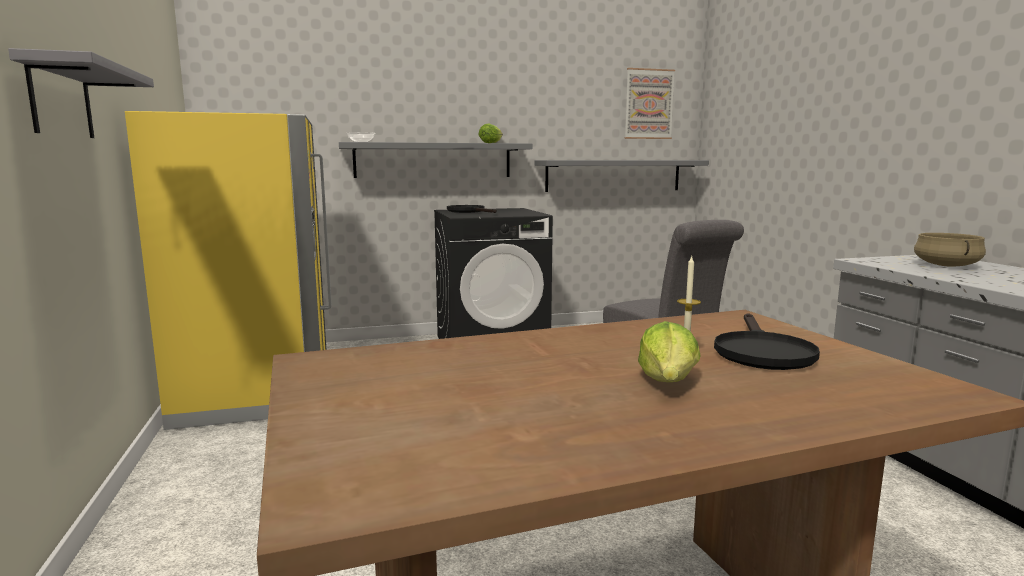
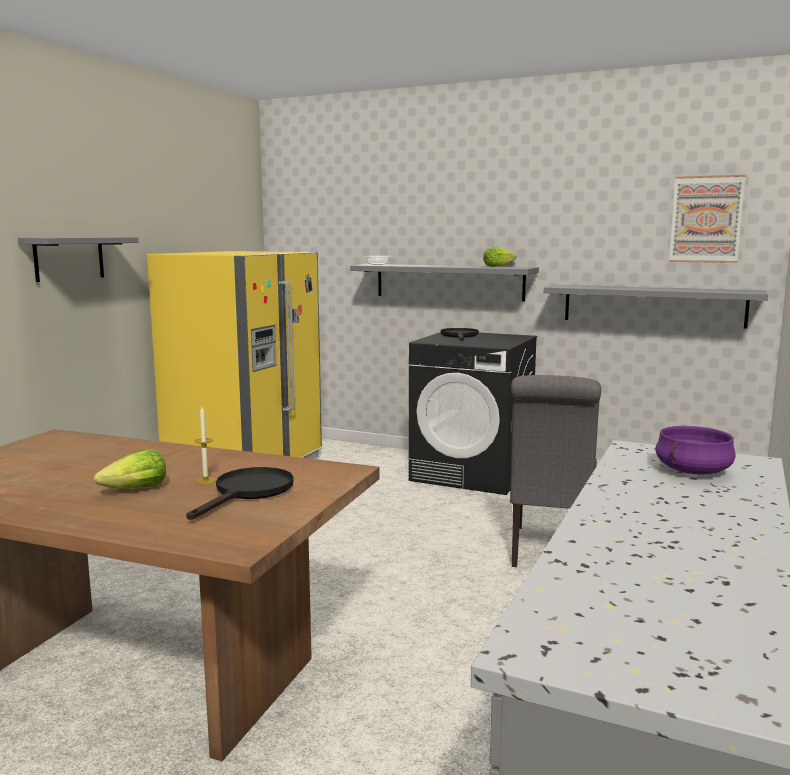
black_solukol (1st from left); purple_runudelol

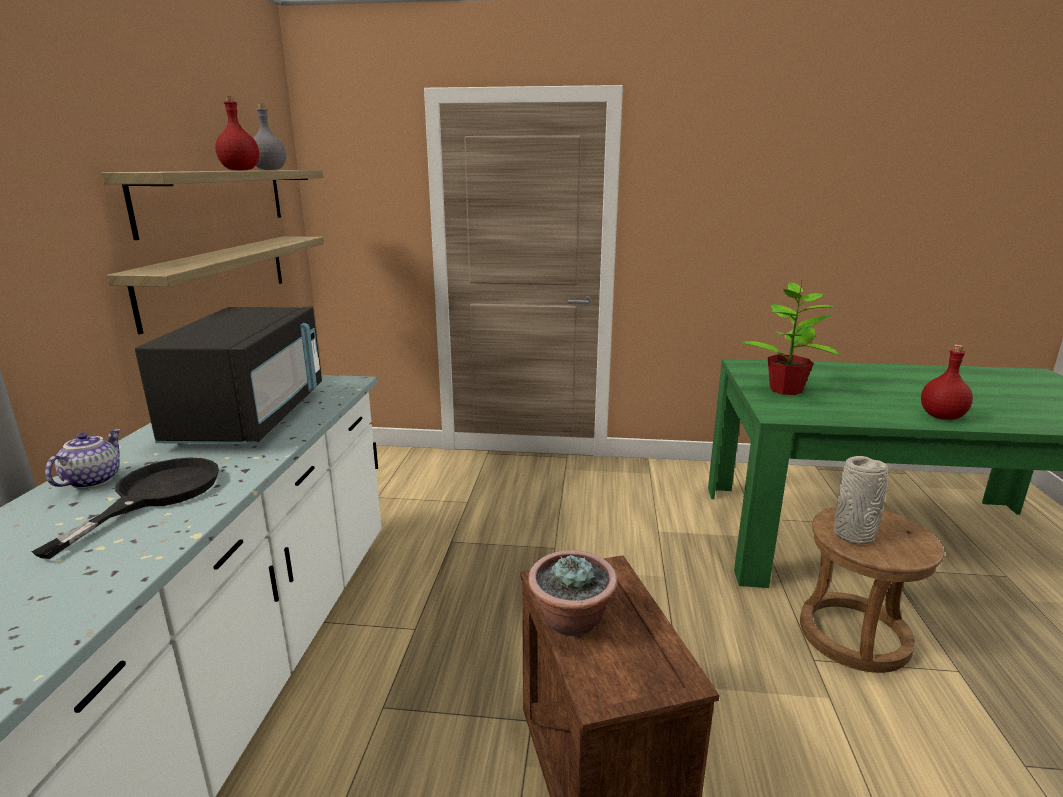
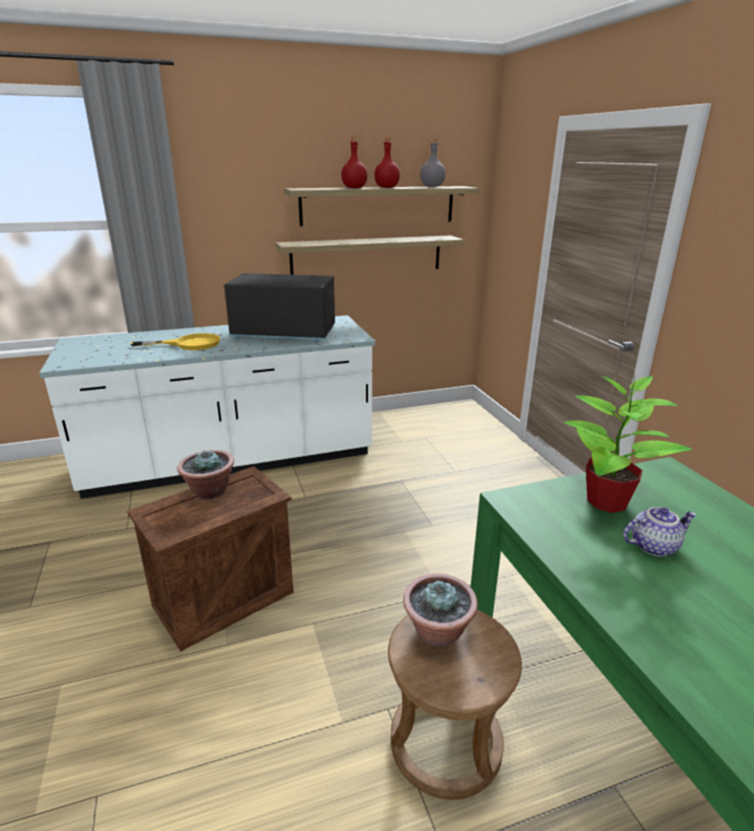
yellow_solukol; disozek; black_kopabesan; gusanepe (2nd from left); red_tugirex (1st from left)

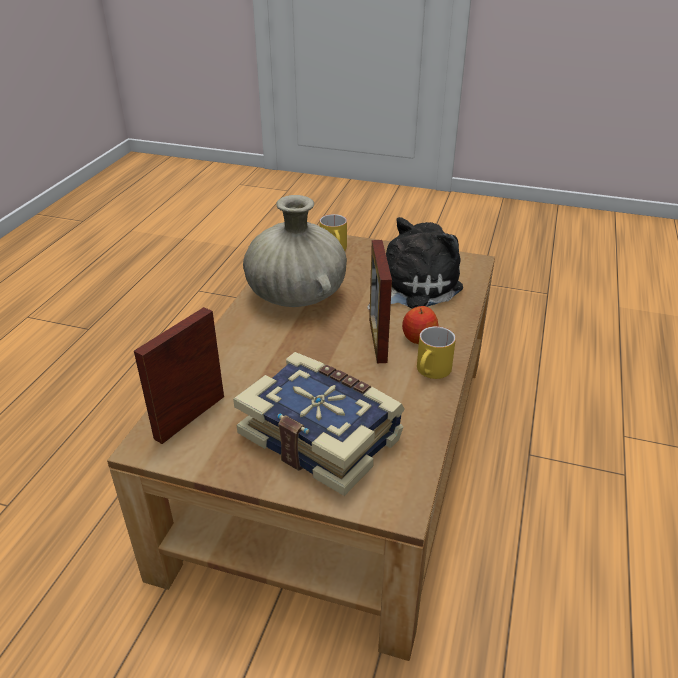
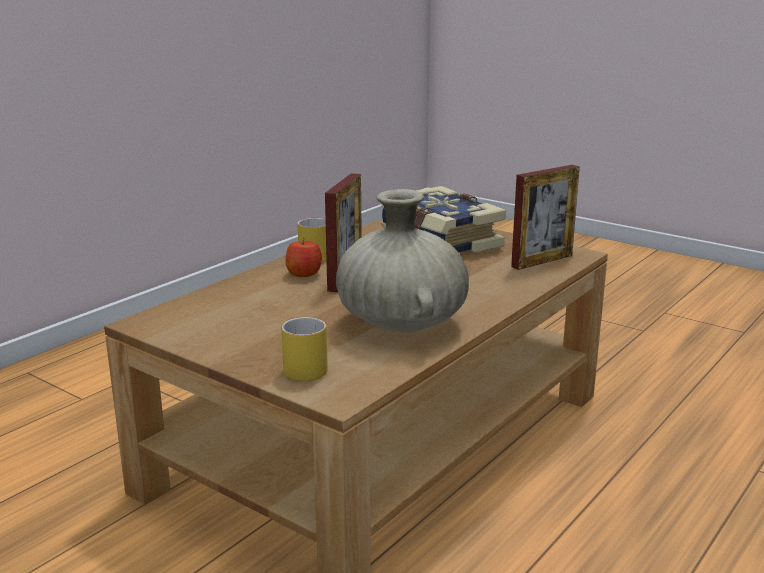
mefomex

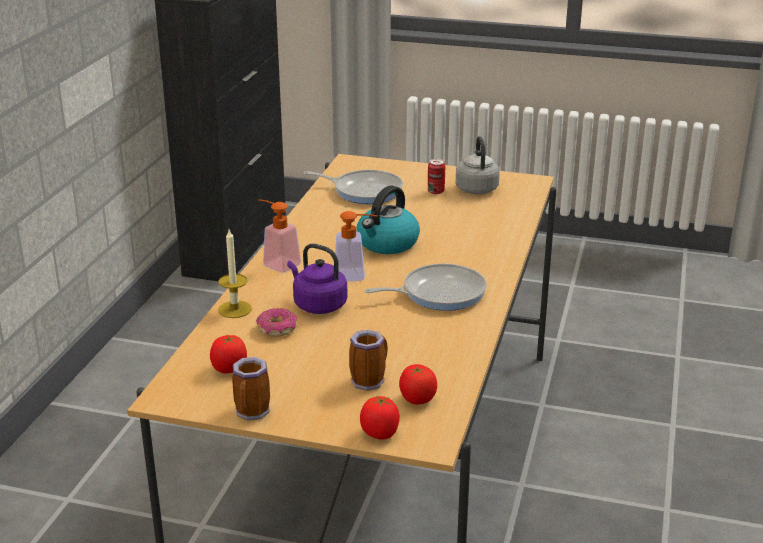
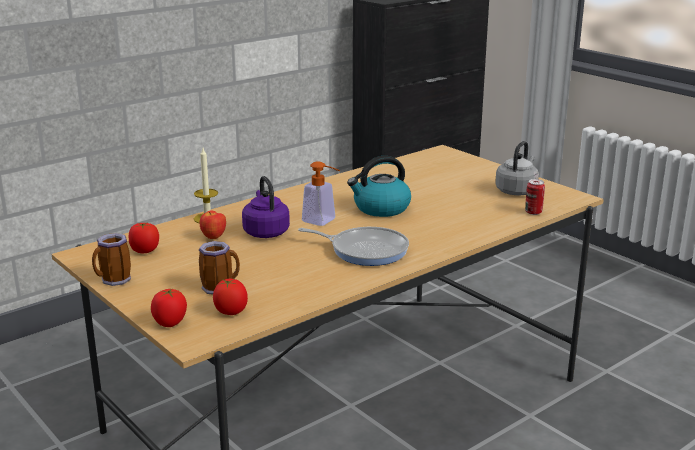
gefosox; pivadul (1st from left in the first image); solukol (1st from left in the first image); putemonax

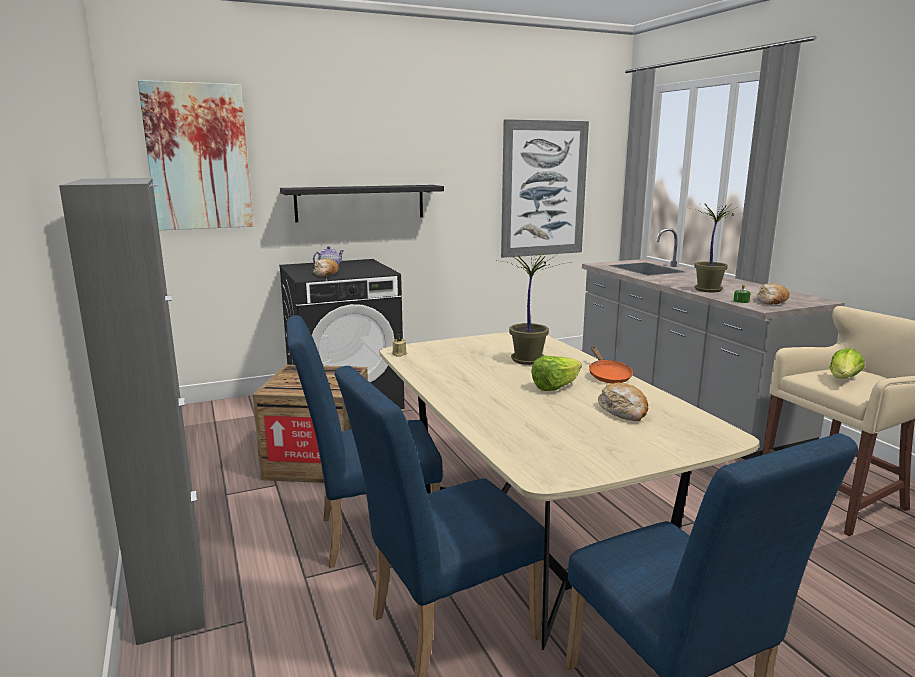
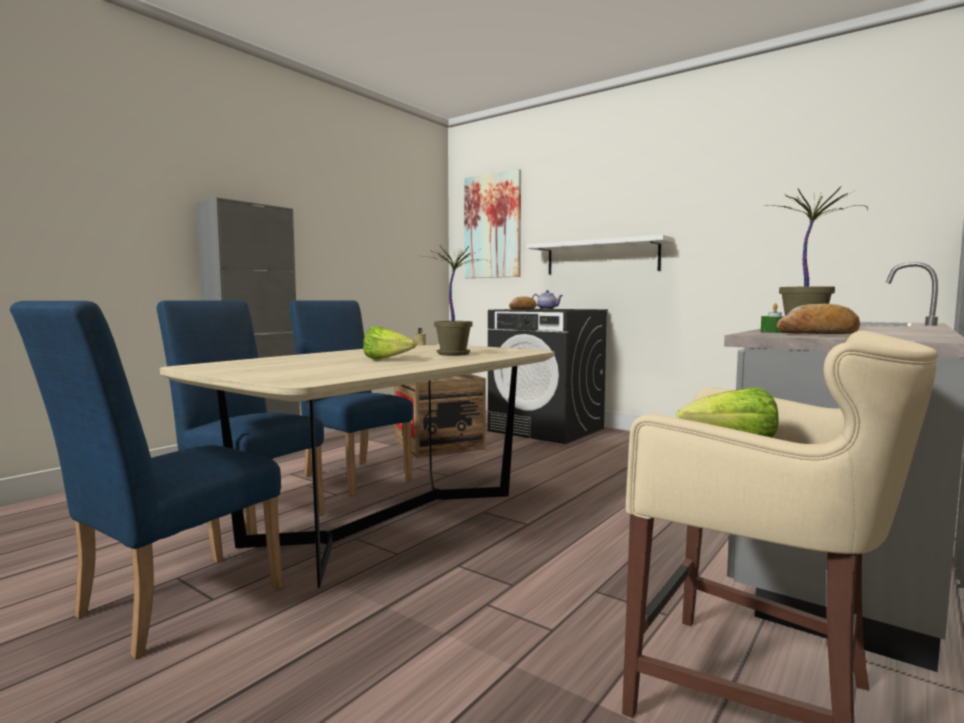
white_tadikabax; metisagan (2nd from left in the first image); orange_solukol; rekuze (2nd from left in the first image)

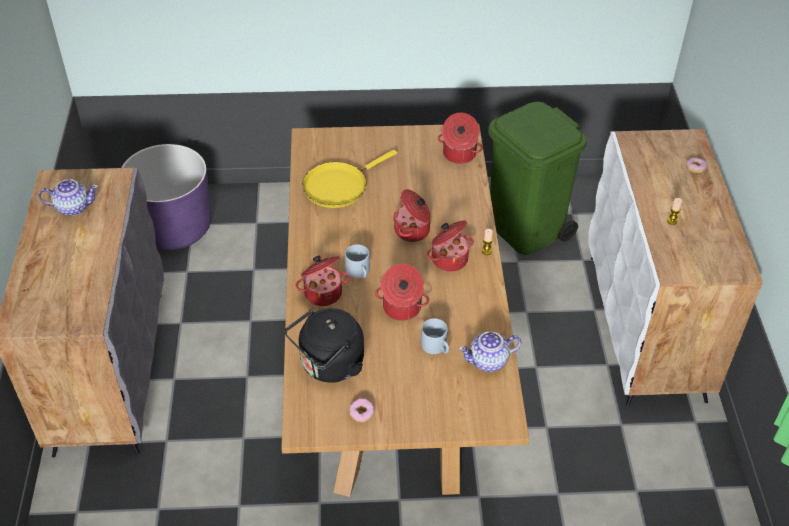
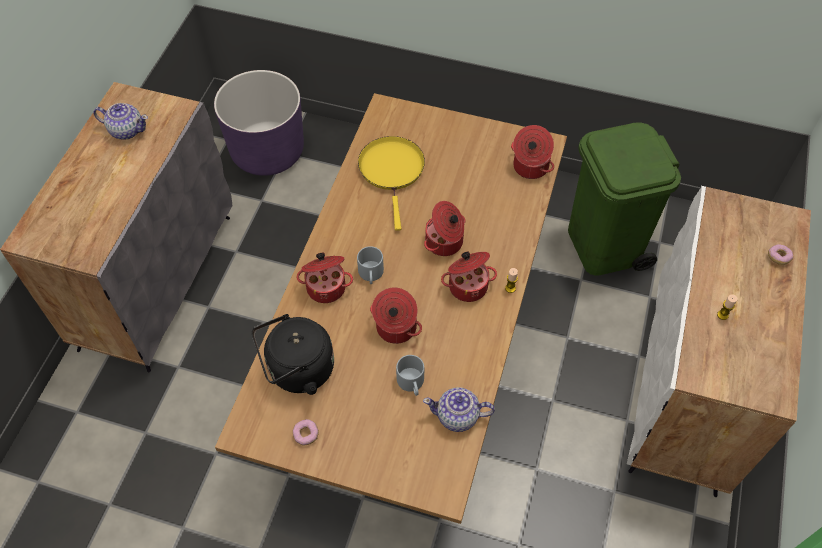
yellow_solukol

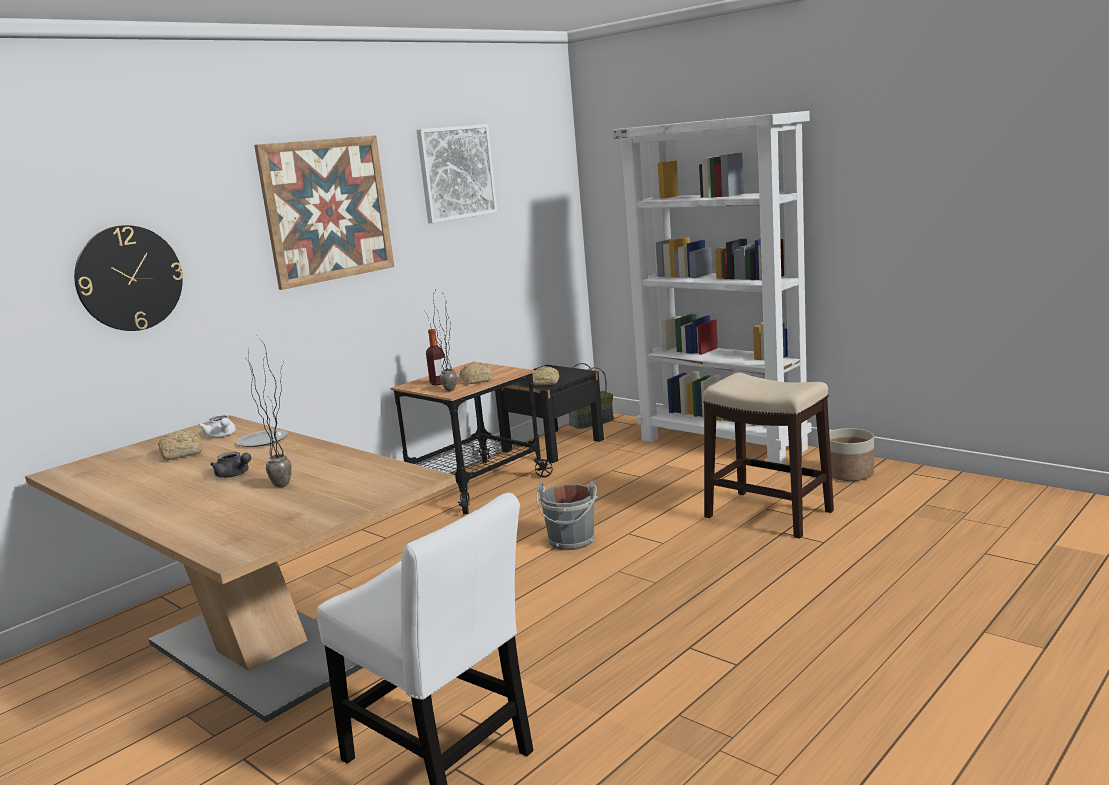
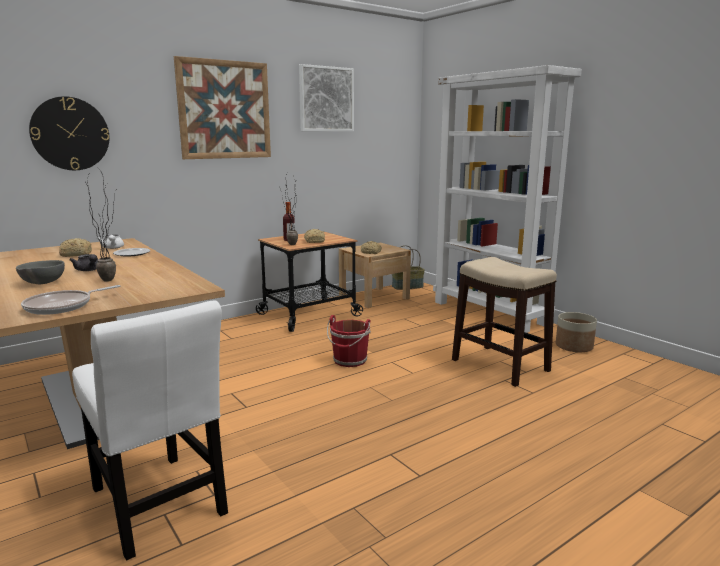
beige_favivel; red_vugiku; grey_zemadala; solukol

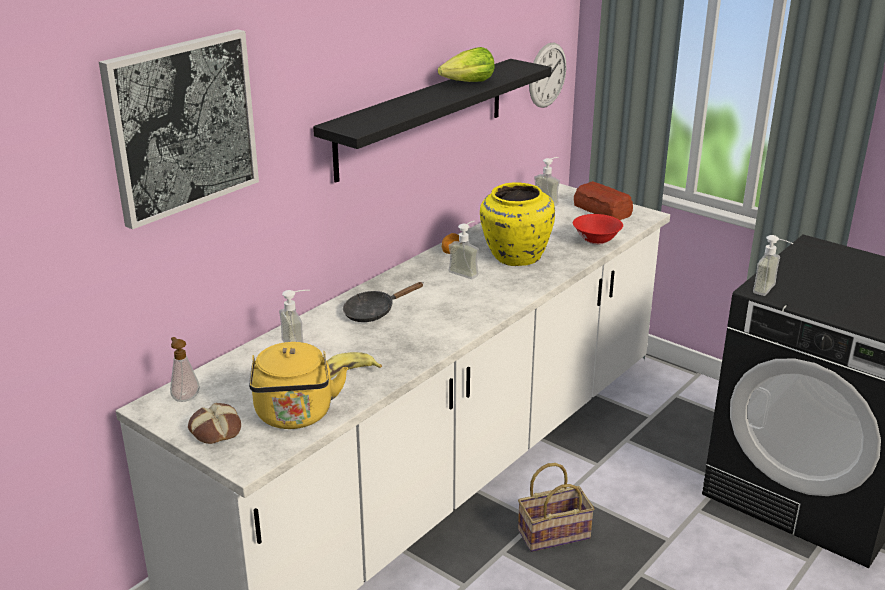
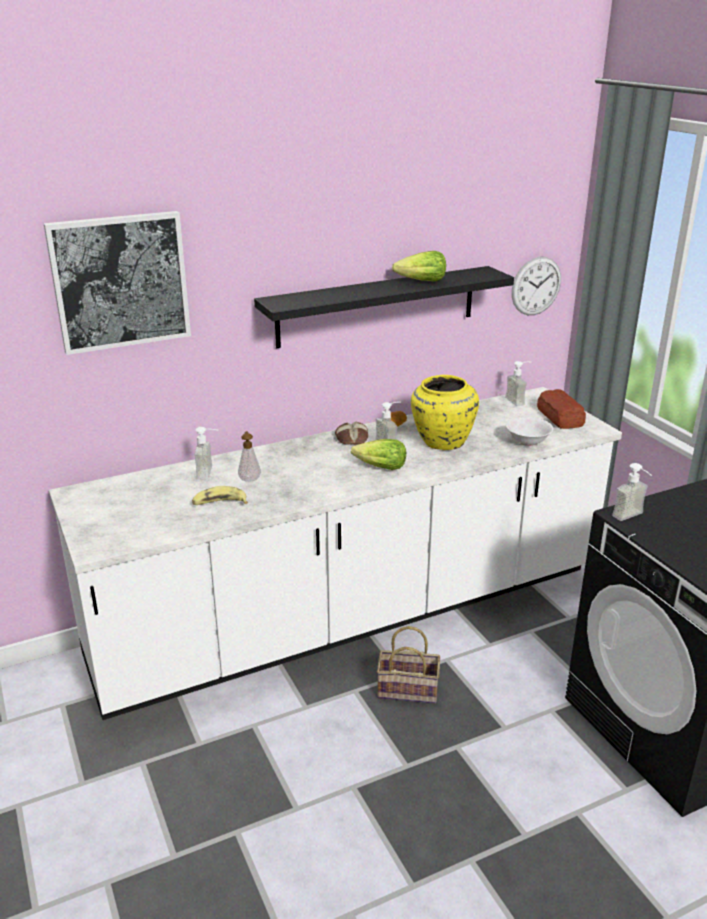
pivadul (2nd from left); rekuze (1st from left); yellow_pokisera; black_solukol; white_zemadala; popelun (1st from left)

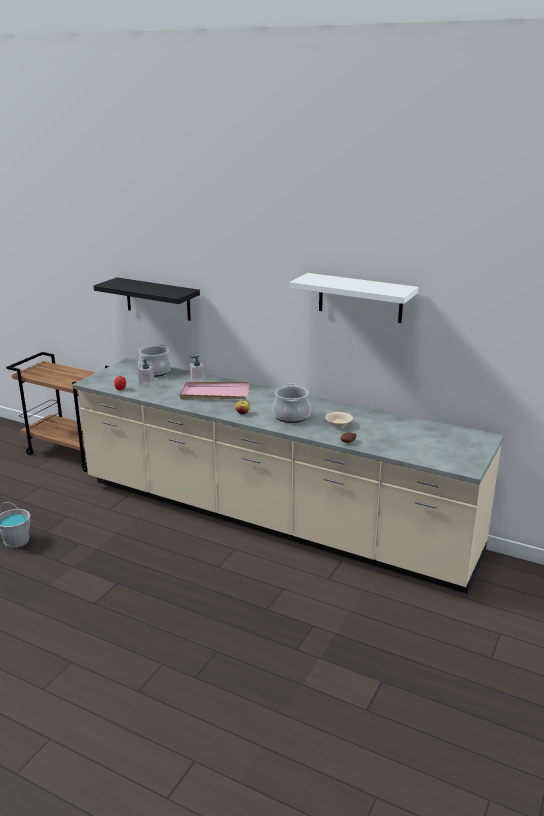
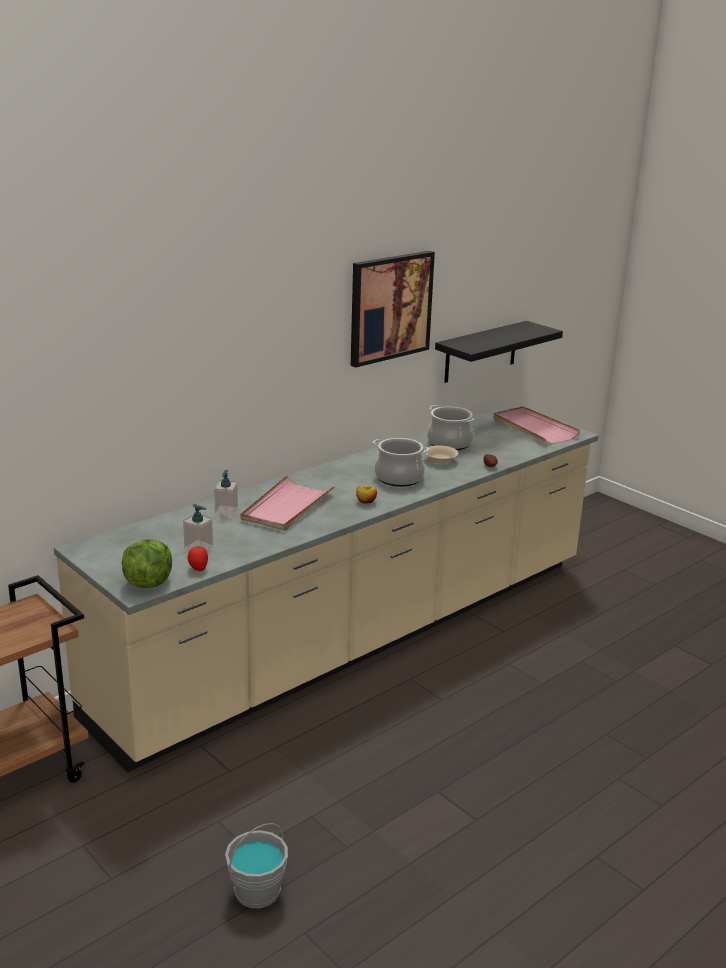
black_tadikabax; runudelol (2nd from left); metisagan; popelun; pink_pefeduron (2nd from left)

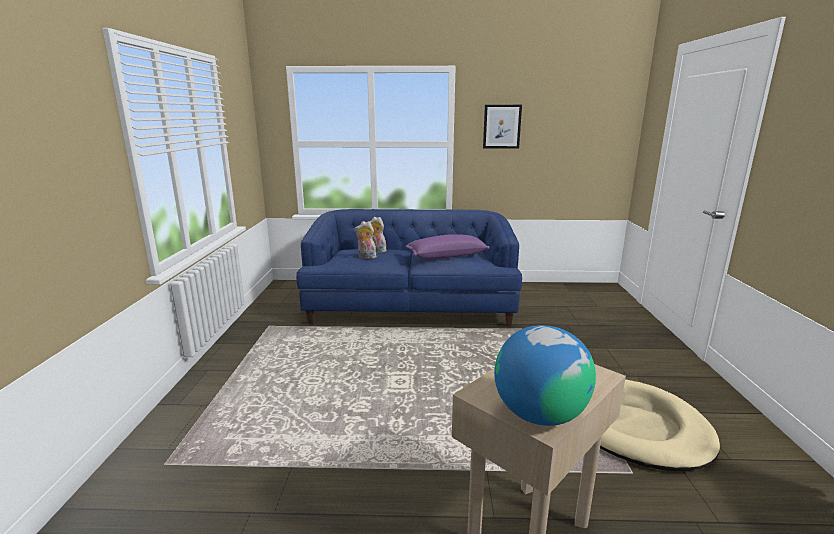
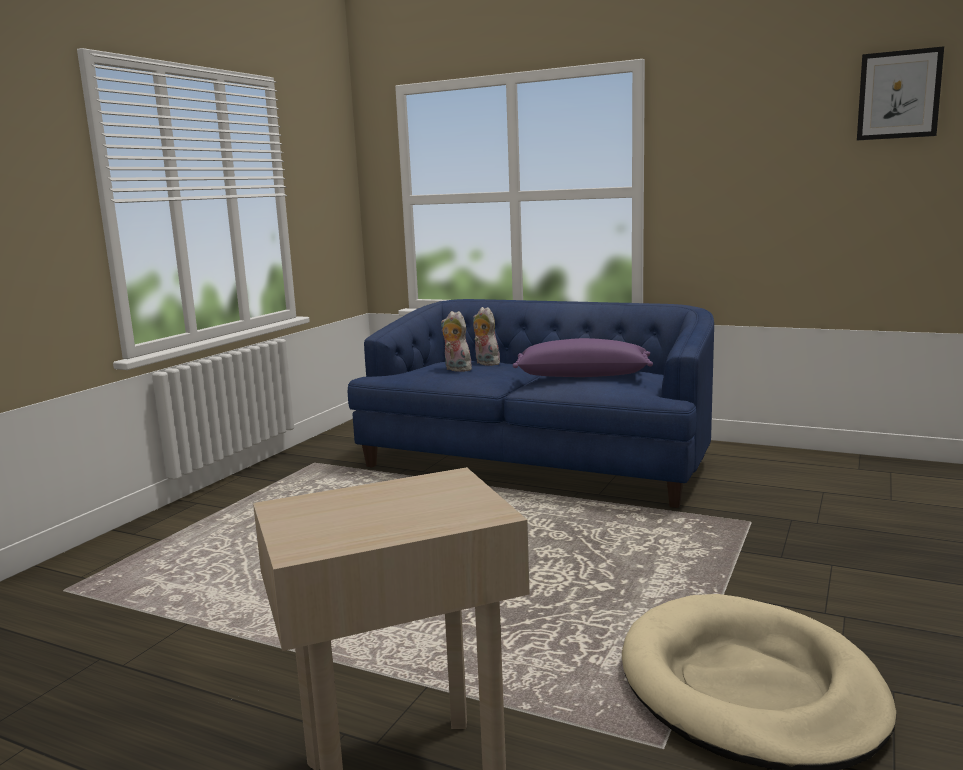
metisagan; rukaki

